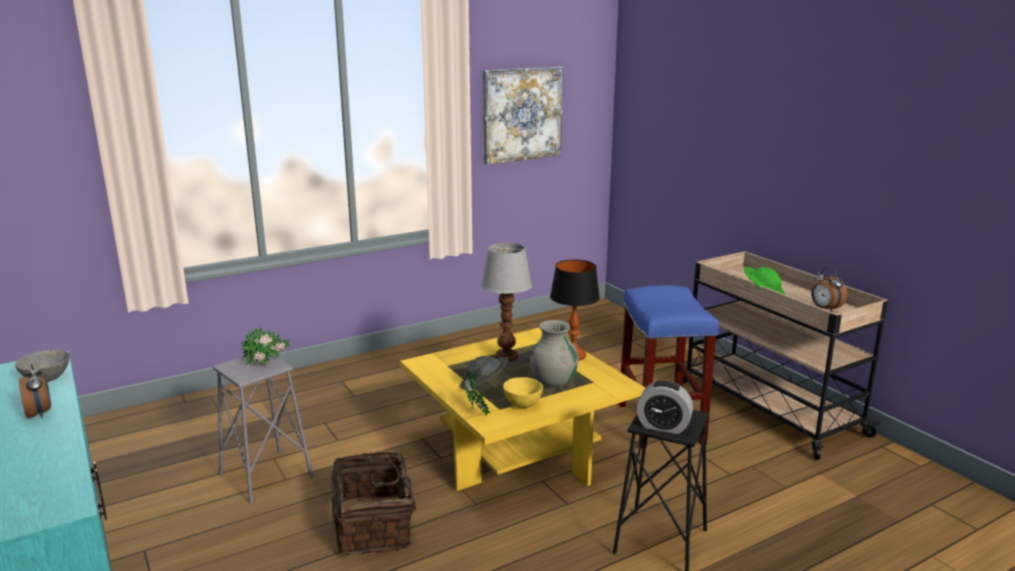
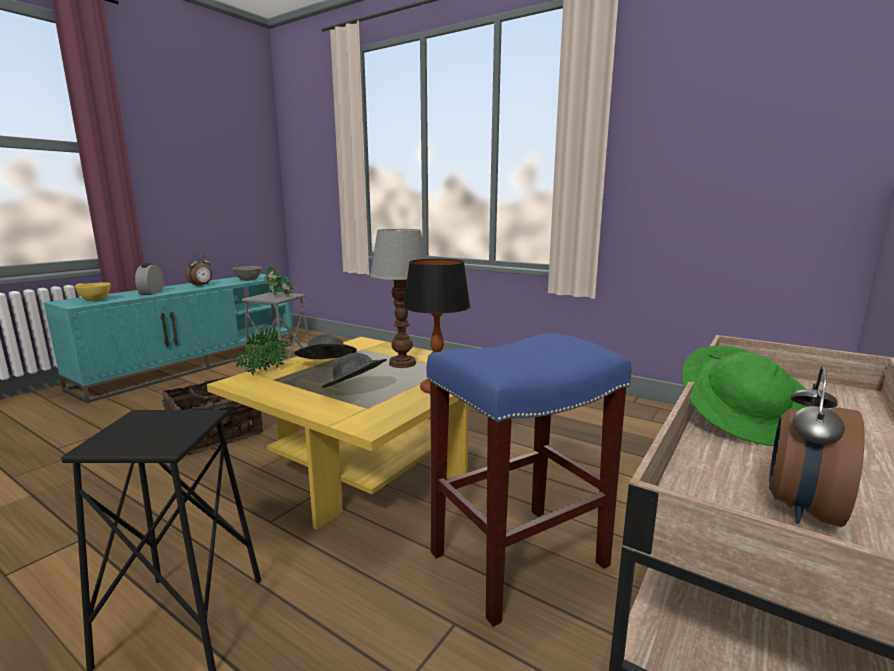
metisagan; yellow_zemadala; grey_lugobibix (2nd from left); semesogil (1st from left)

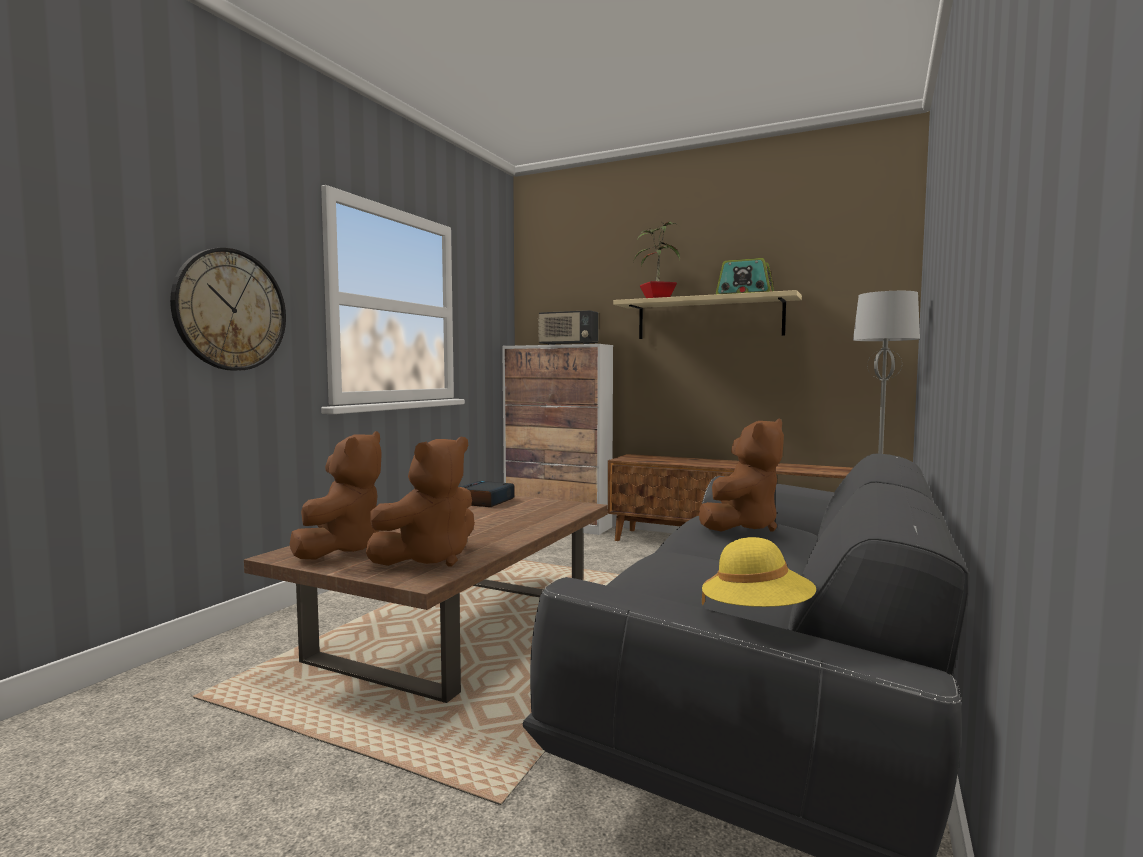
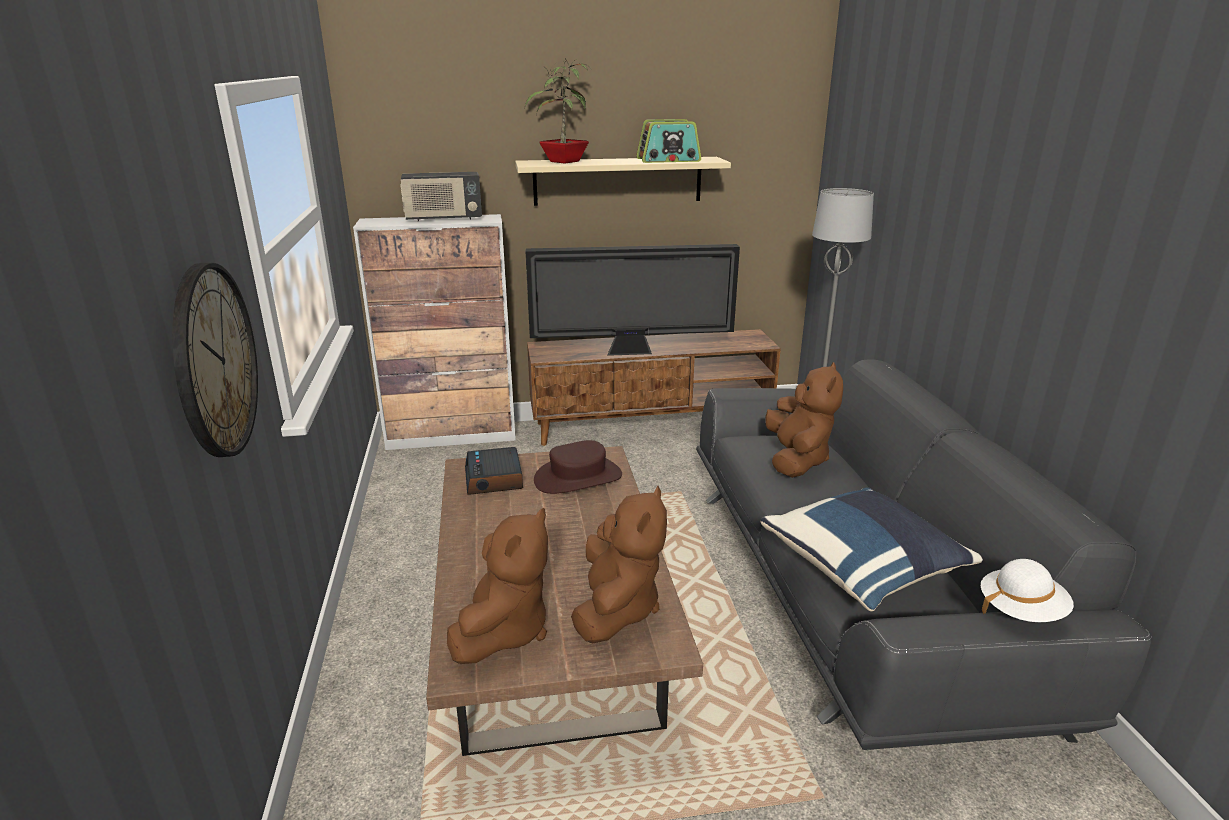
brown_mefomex (1st from left); white_lugobibix; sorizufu; brown_lugobibix; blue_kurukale

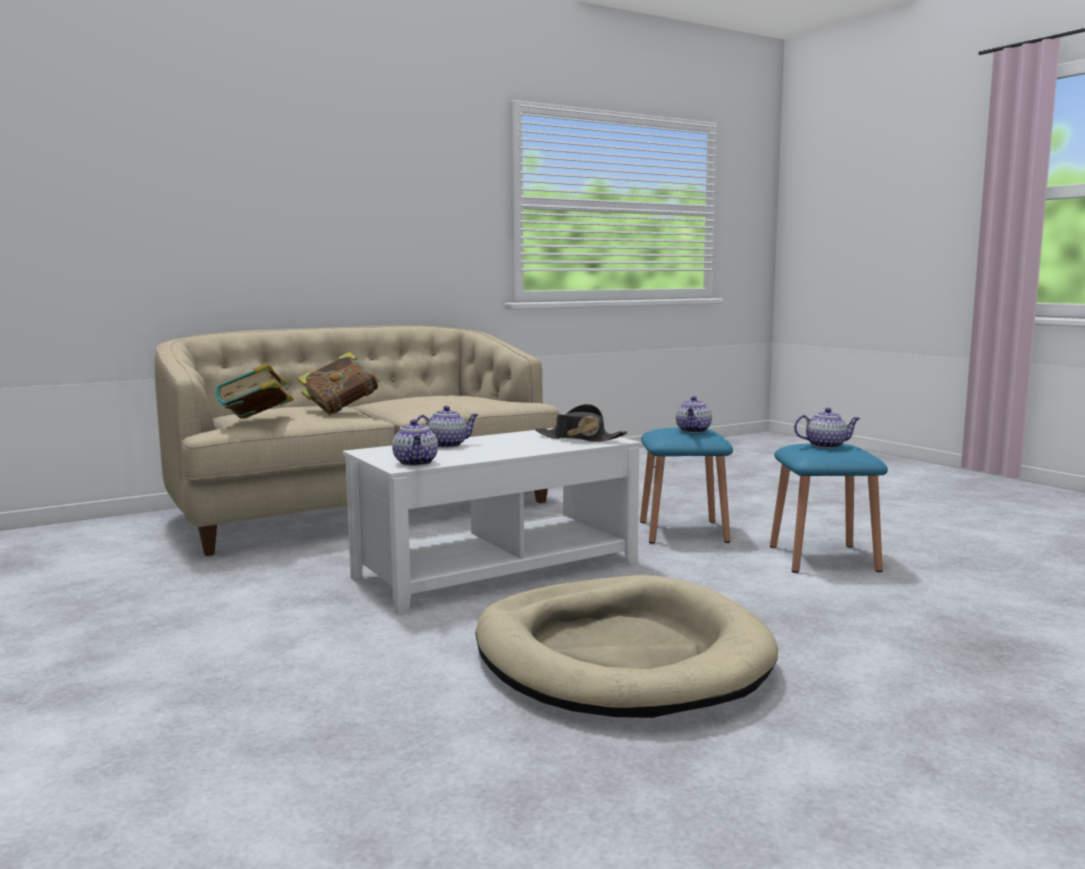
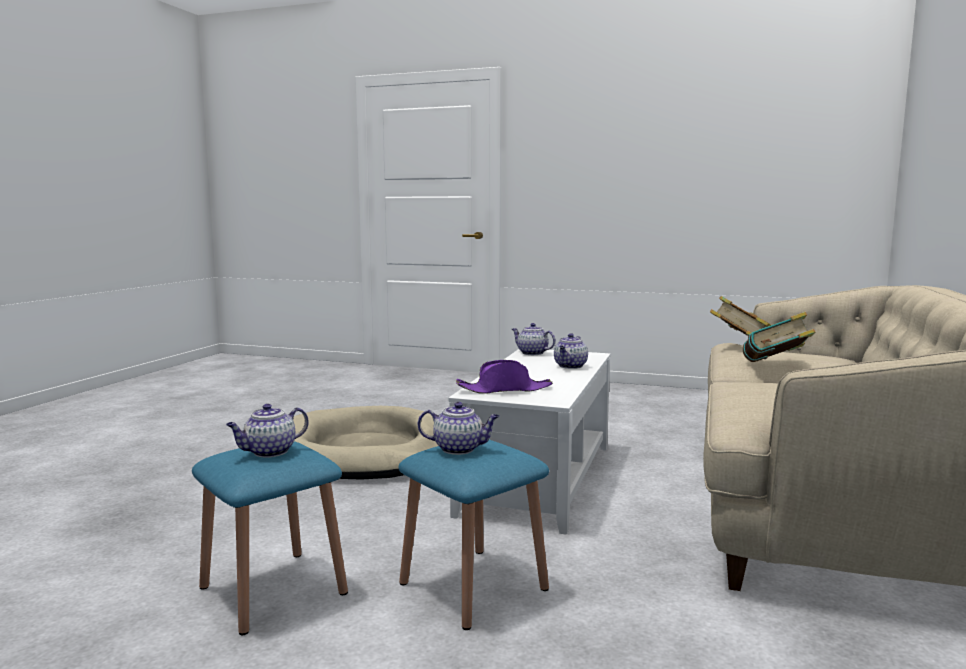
purple_lugobibix; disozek (2nd from left)

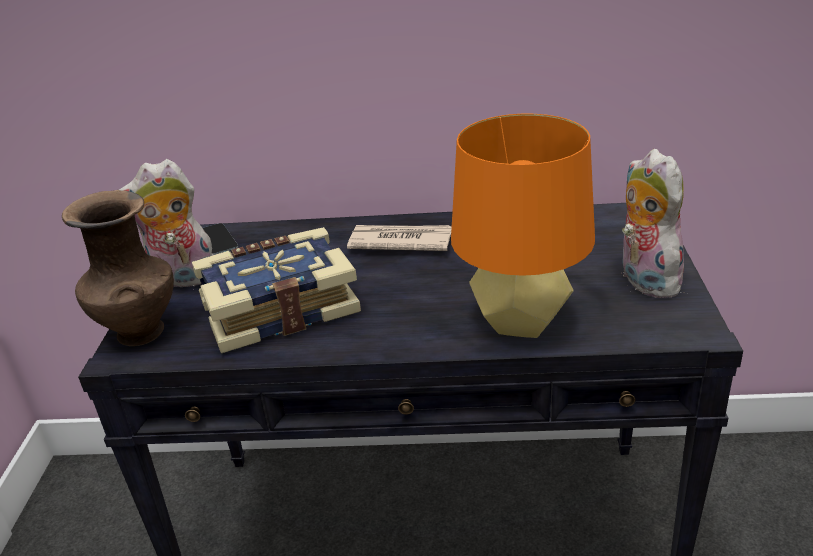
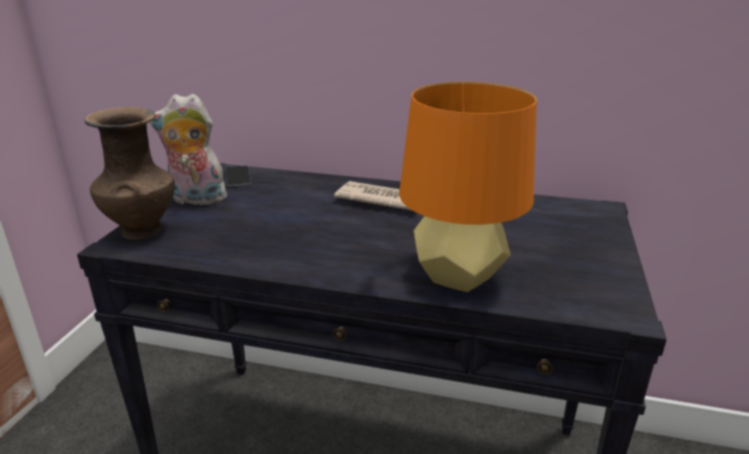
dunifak; mefomex (2nd from left in the first image)

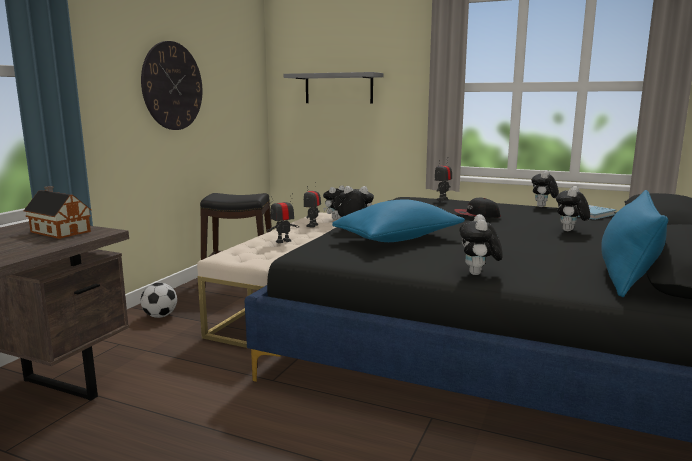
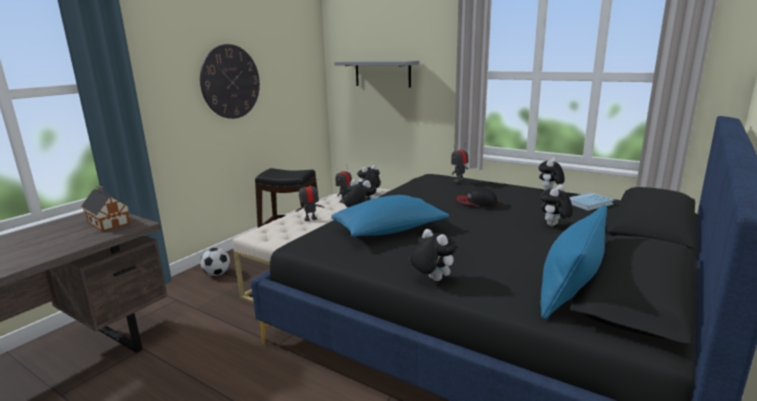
mefomex (3rd from left)

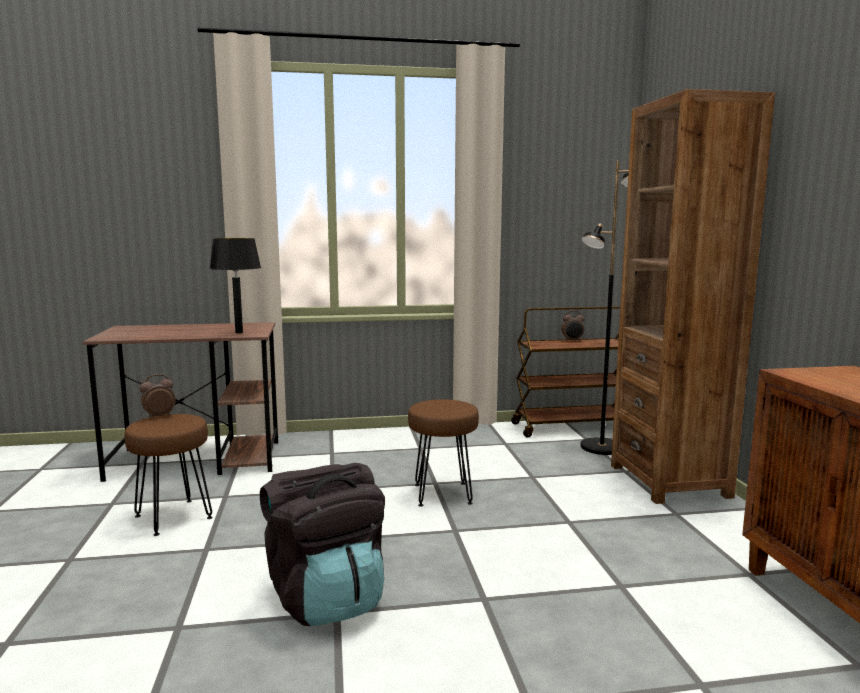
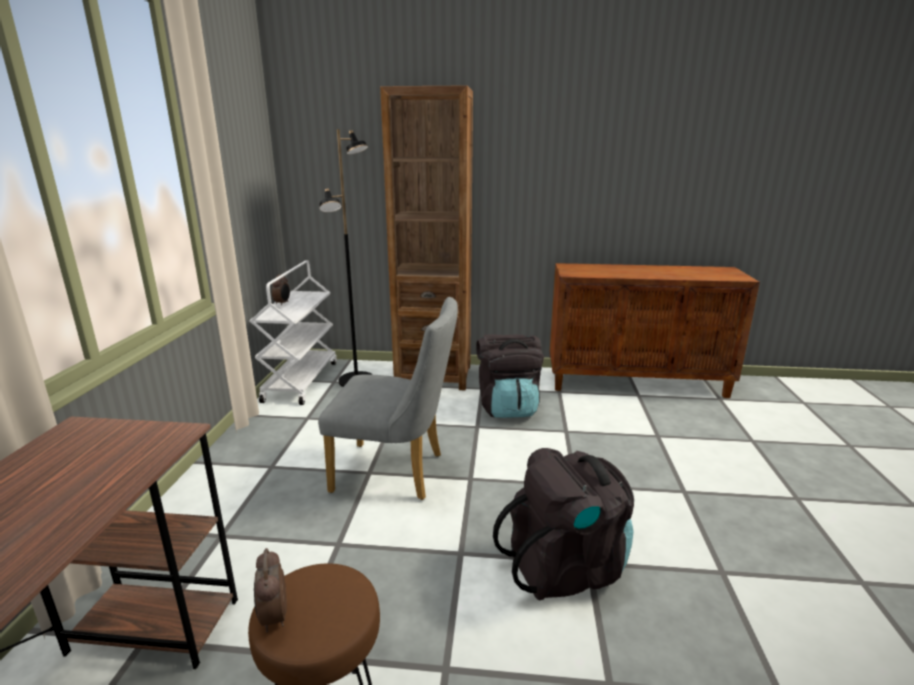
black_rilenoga; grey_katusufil; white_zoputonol; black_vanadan (1st from left)

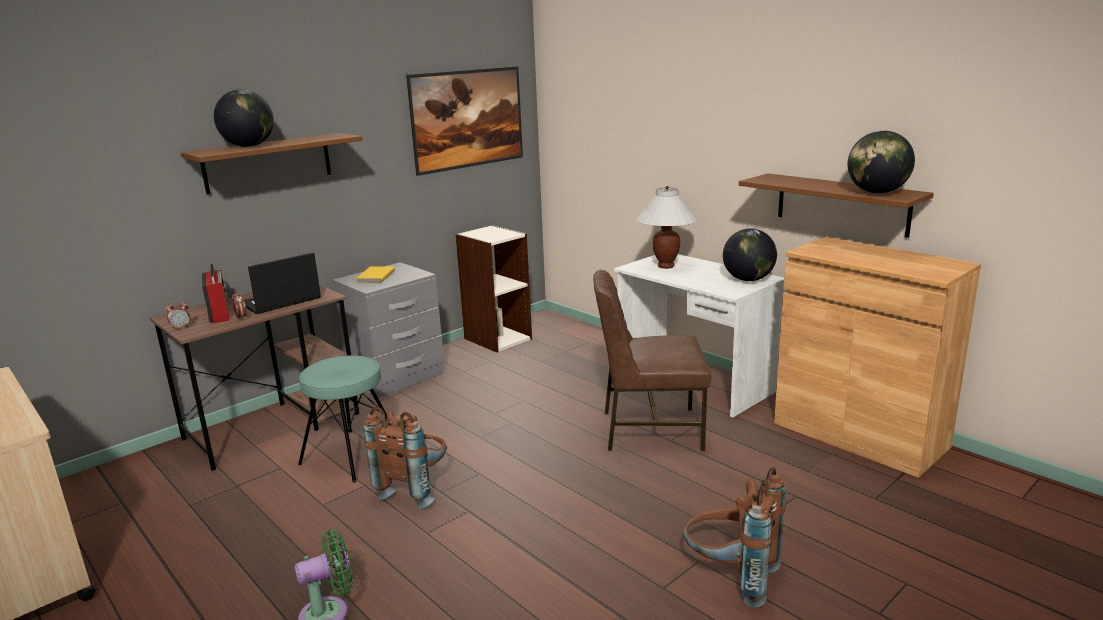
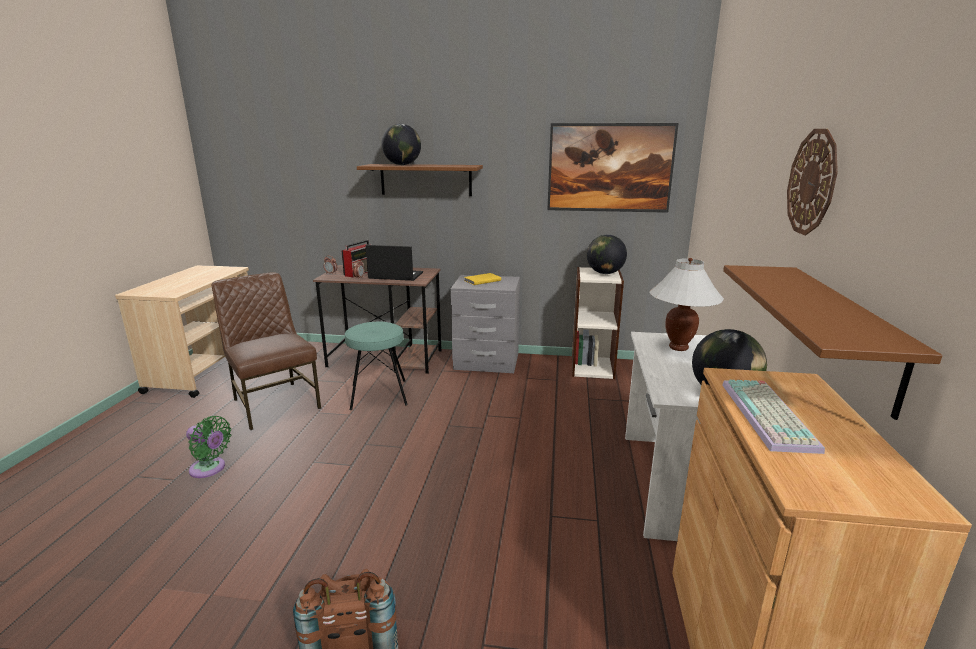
brown_vanadan (1st from left in the first image); brown_katusufil; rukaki (2nd from left); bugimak; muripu

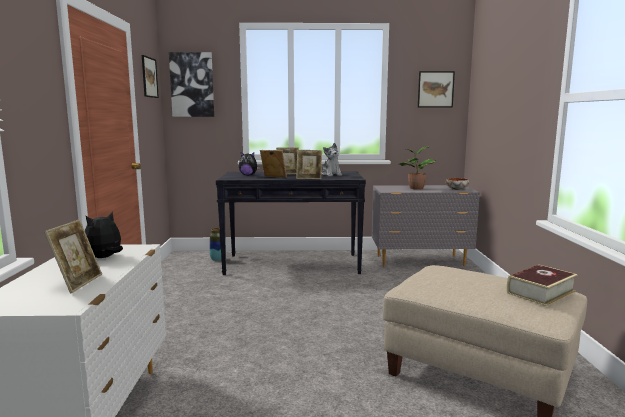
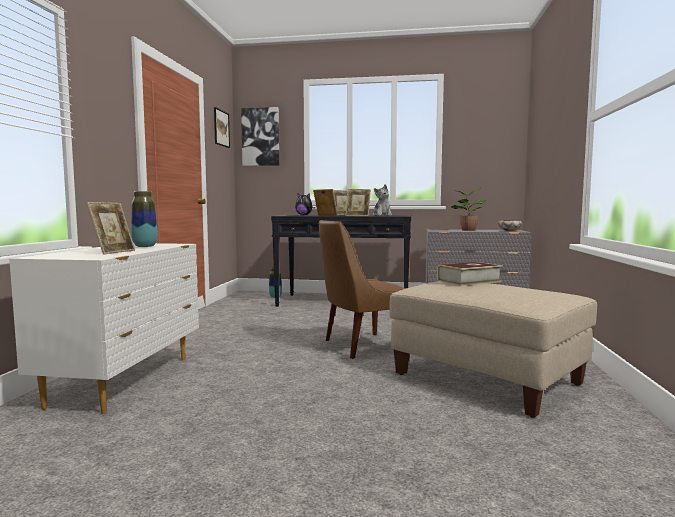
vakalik (1st from left); metisagan (3rd from left in the first image); dunifak; brown_katusufil

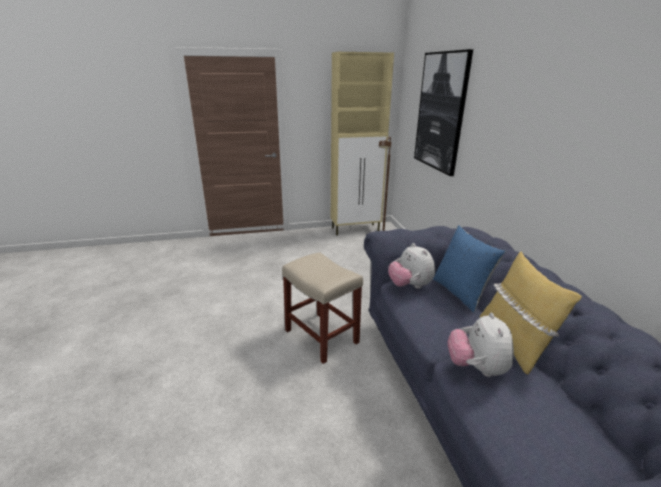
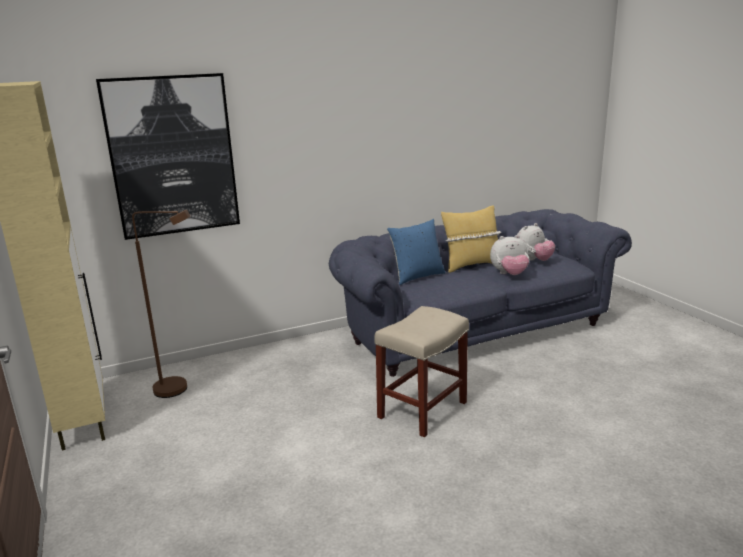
mefomex (2nd from left)

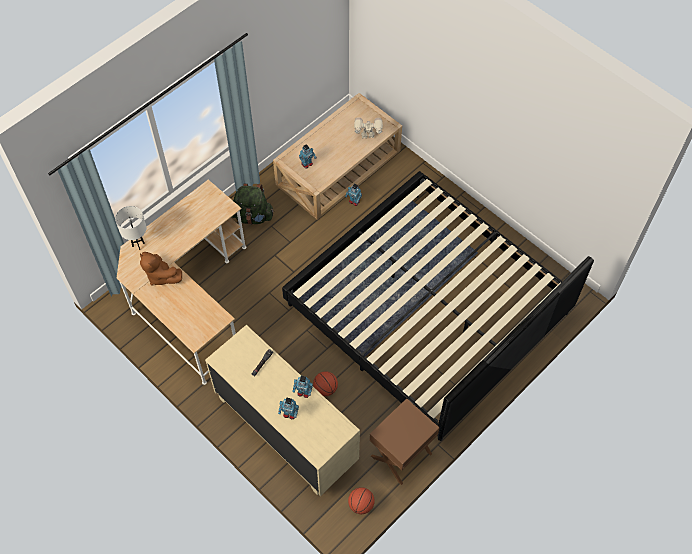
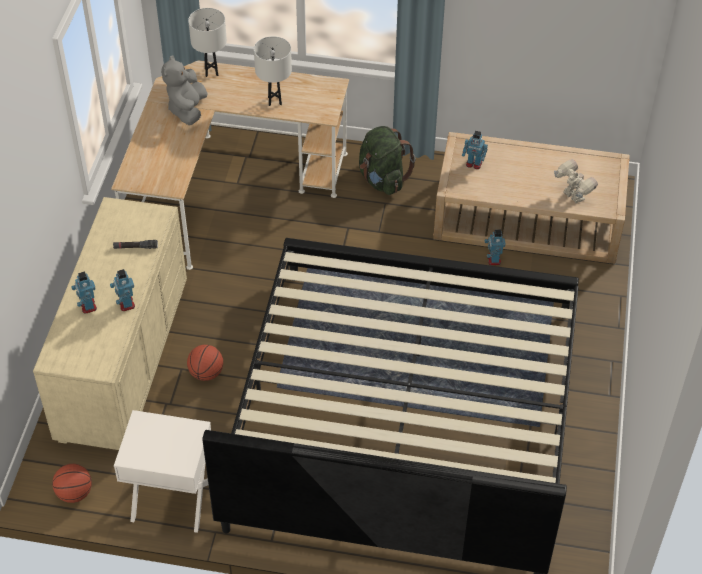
grey_mefomex; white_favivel; white_rilenoga (2nd from left)

